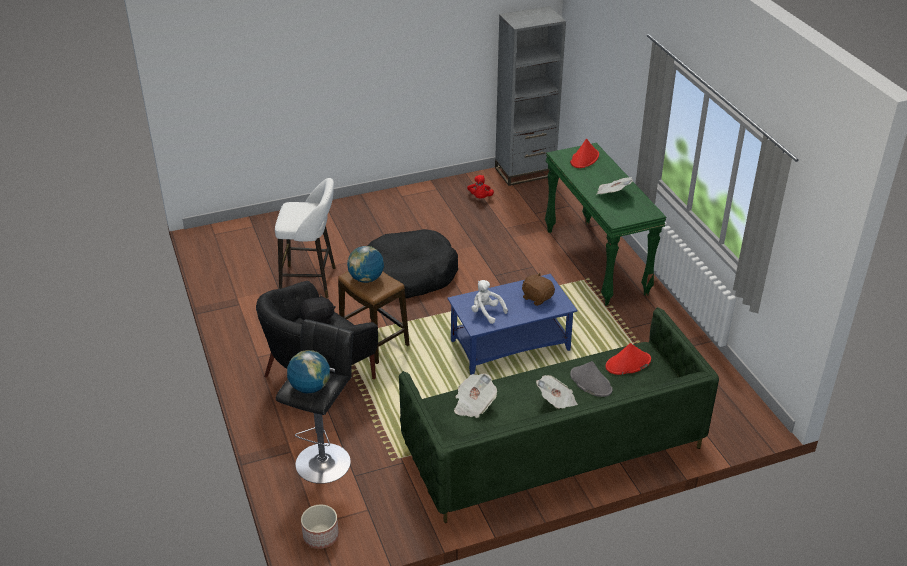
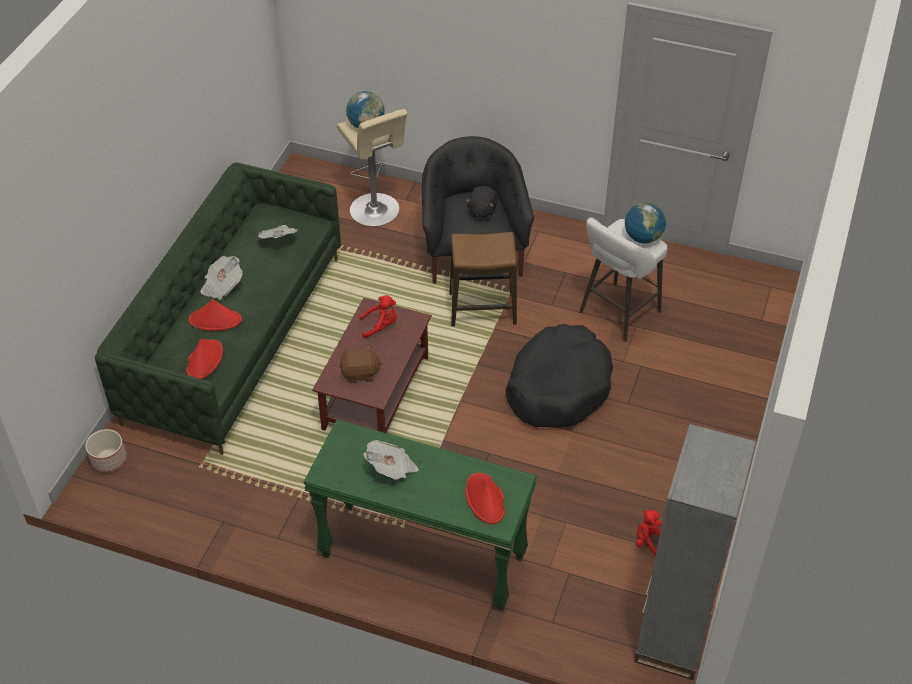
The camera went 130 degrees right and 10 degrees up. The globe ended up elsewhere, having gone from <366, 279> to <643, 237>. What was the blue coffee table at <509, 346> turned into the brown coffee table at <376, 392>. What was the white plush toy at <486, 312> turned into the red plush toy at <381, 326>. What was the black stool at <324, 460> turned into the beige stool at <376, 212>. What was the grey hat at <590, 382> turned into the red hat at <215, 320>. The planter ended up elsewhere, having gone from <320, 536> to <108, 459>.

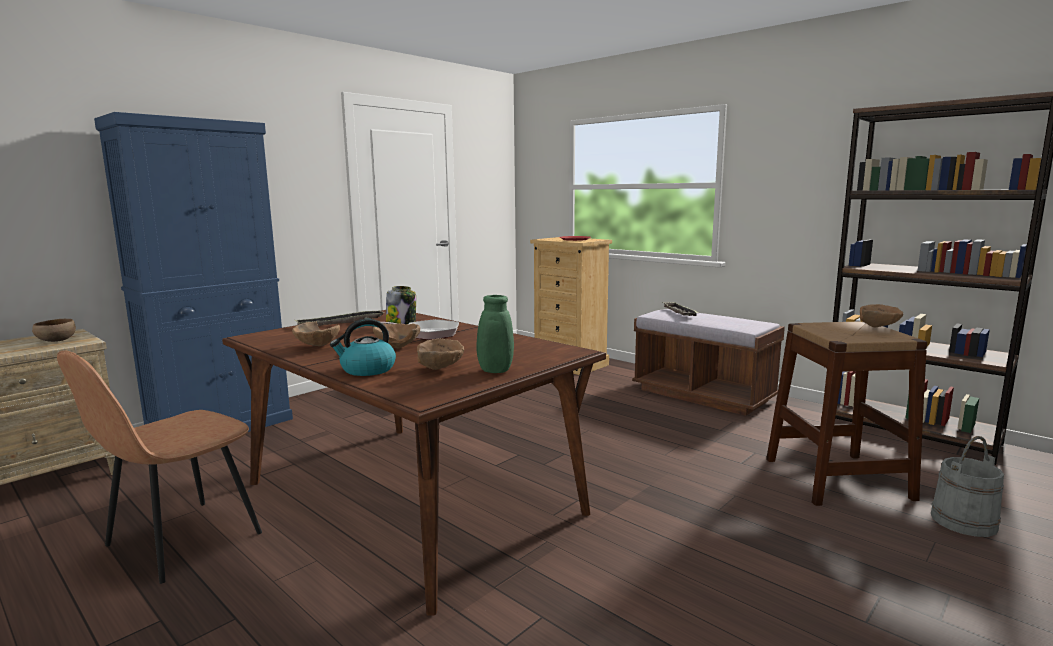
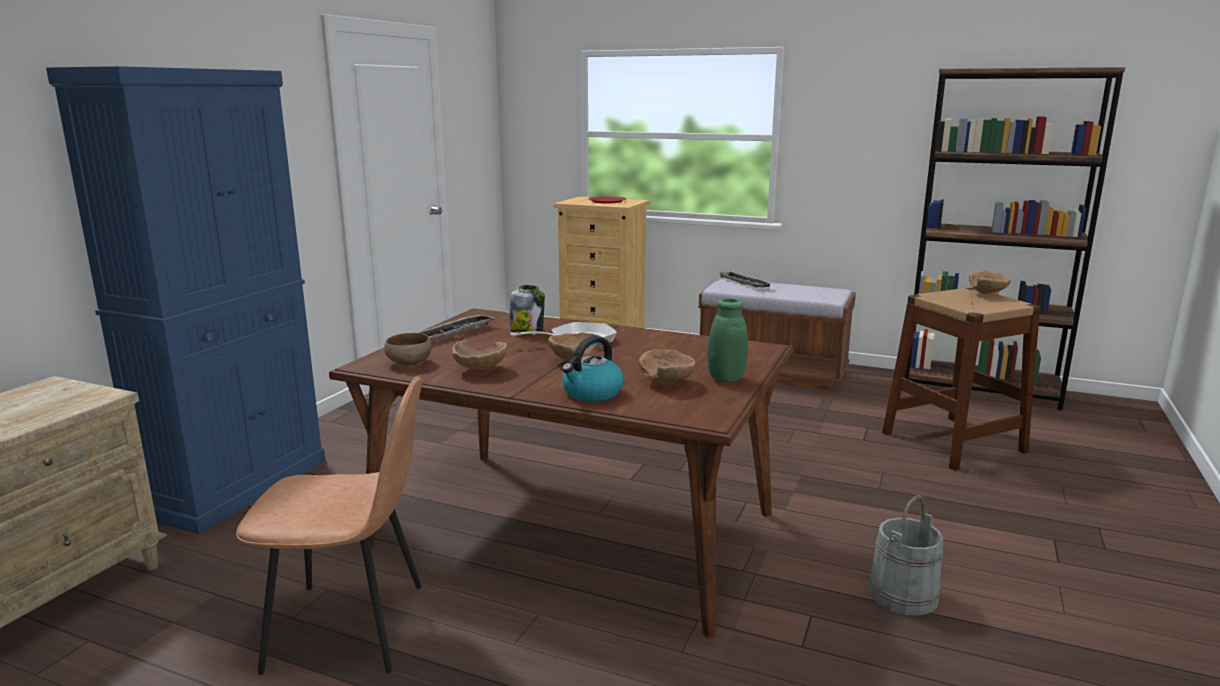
The camera went 20 degrees left and 5 degrees up. The brown bowl ended up elsewhere, having gone from <56, 341> to <409, 363>. The brown chair at <180, 541> ended up facing another way, 105 degrees counterclockwise from before. The grey bucket ended up elsewhere, having gone from <963, 521> to <902, 594>.

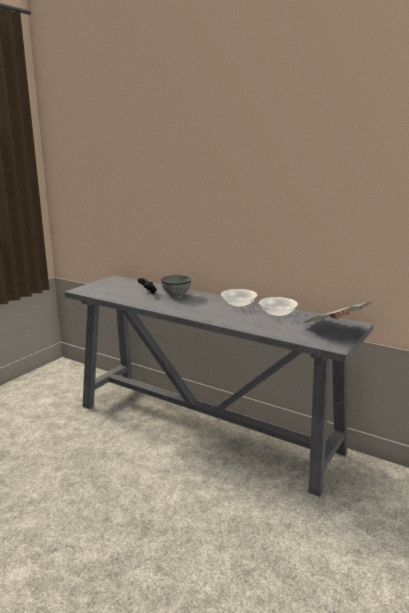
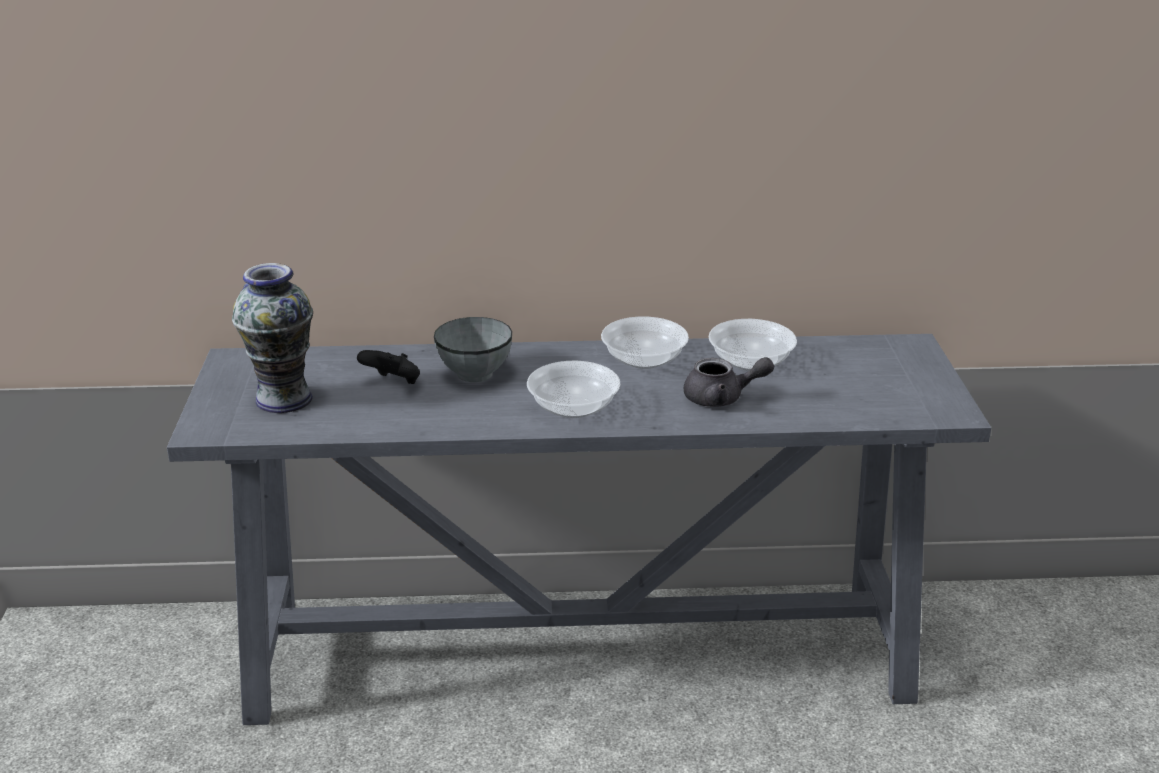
The camera went 35 degrees left and 10 degrees up. The second view lost the newspaper at <333, 330>. The second view gained the vase at <284, 399>. The second view gained the grey teapot at <722, 398>. The second view gained the bowl at <573, 407>.

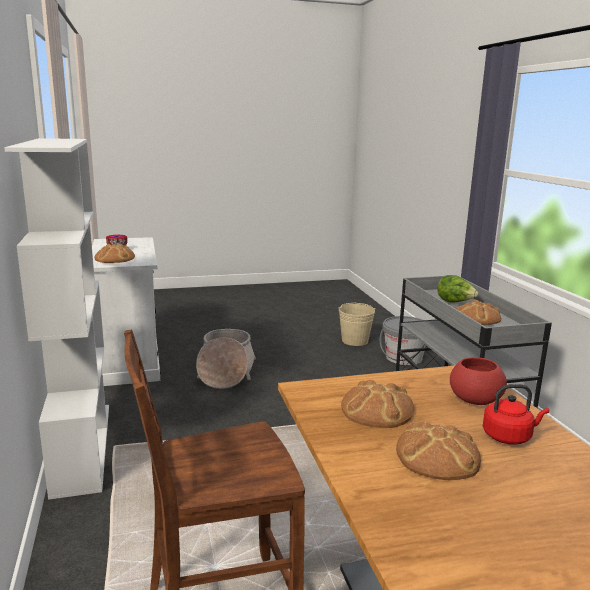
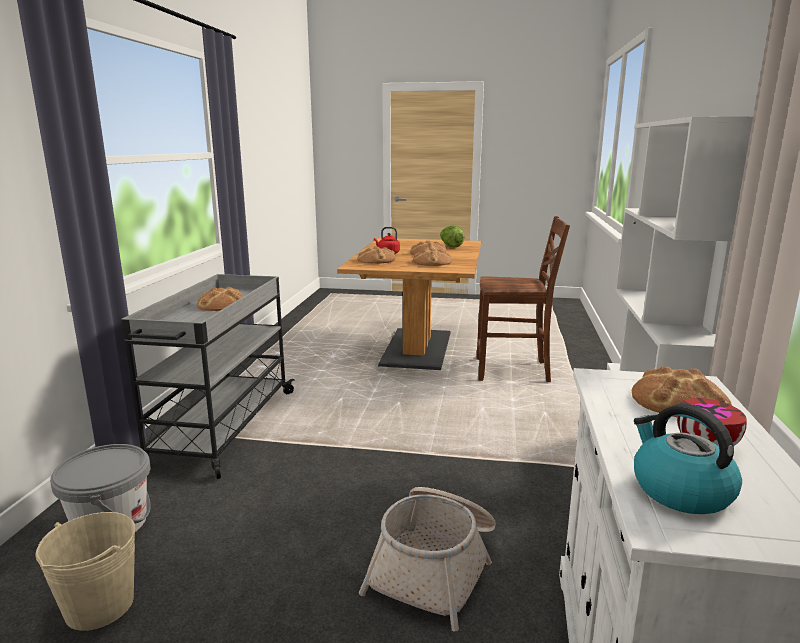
The camera went 155 degrees left and 0 degrees up. The lettuce ended up elsewhere, having gone from <455, 302> to <450, 246>. Where the red bowl stood at <474, 399>, the bread came to stand at <376, 260>. The second view gained the kettle at <679, 490>.

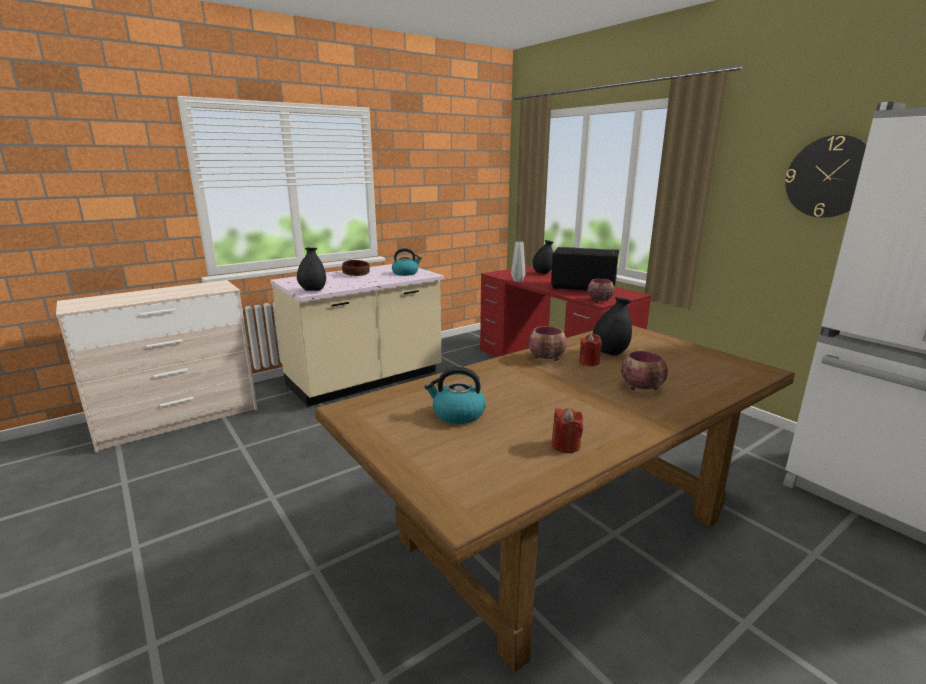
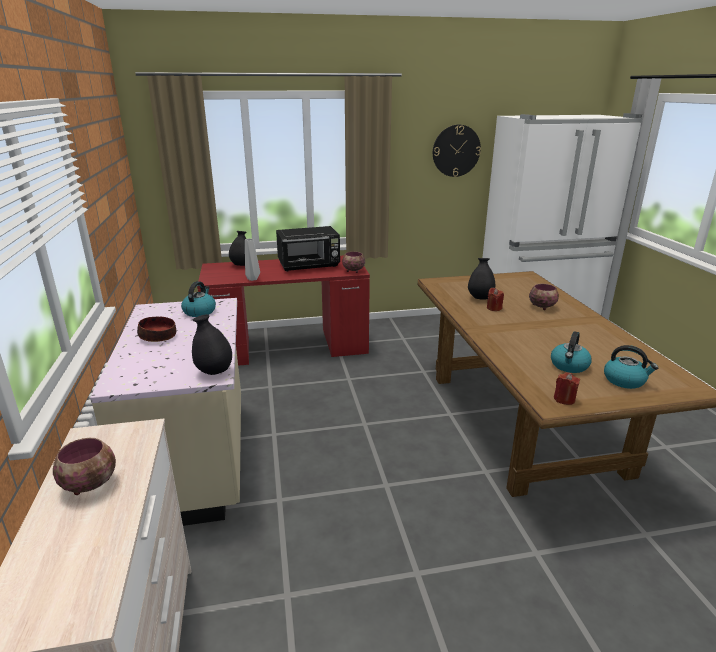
The camera went 65 degrees left and 5 degrees up. The black microwave at <582, 287> ended up facing another way, 150 degrees counterclockwise from before. The bowl ended up elsewhere, having gone from <547, 358> to <91, 484>. The red candle ended up elsewhere, having gone from <565, 445> to <564, 399>. The second view gained the kettle at <625, 380>.

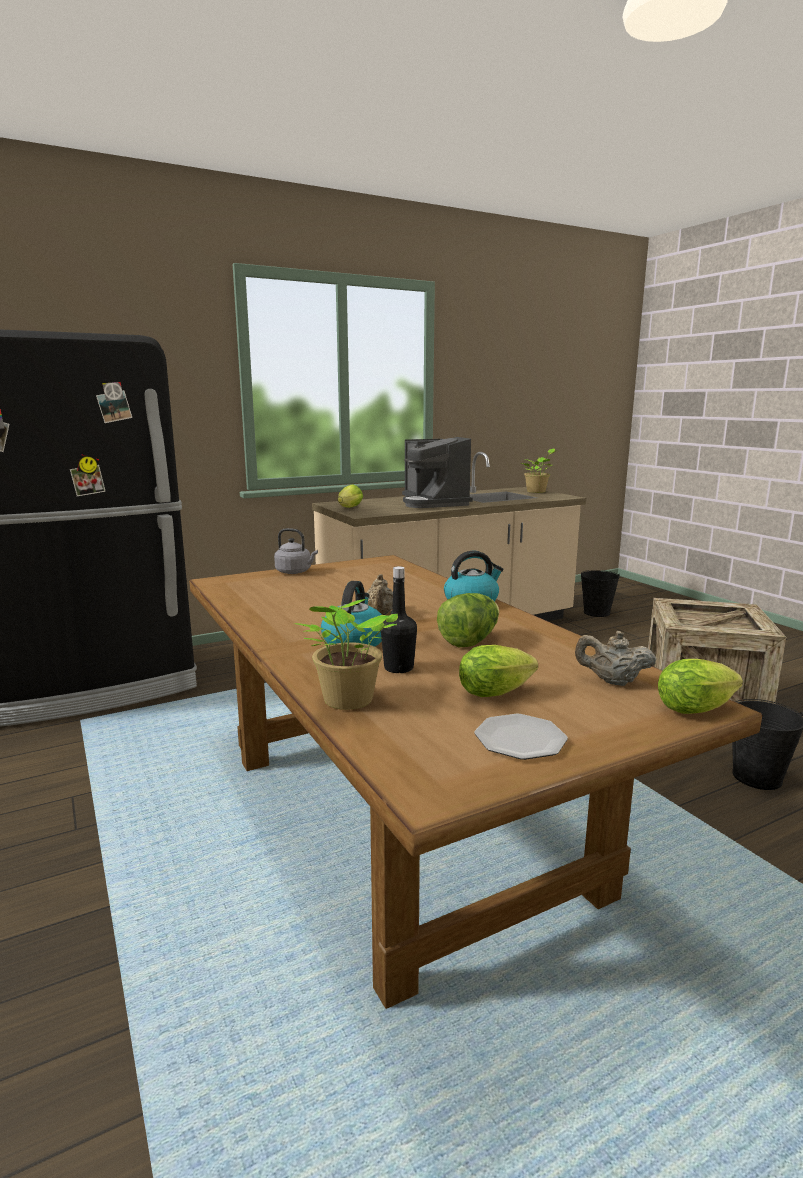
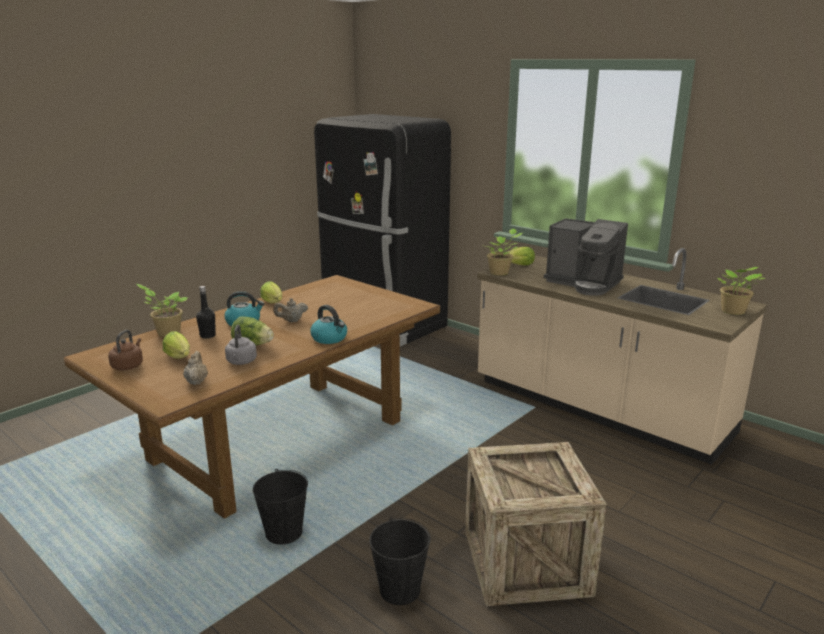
The camera went 70 degrees right and 5 degrees up. The coffee machine at <434, 503> ended up facing another way, 105 degrees counterclockwise from before. The grey kettle ended up elsewhere, having gone from <295, 572> to <241, 362>. The black bucket ended up elsewhere, having gone from <596, 613> to <283, 533>. The lettuce ended up elsewhere, having gone from <698, 709> to <273, 303>. Where the plate stood at <519, 740>, the brown kettle came to stand at <128, 366>. The second view gained the potted plant at <500, 273>.

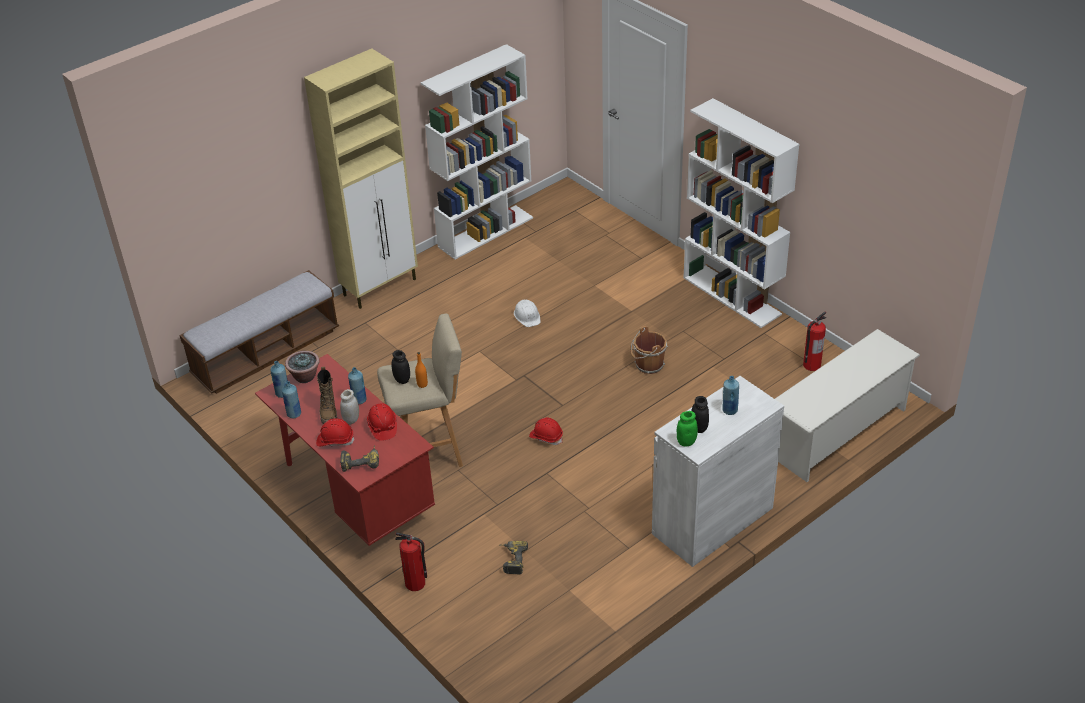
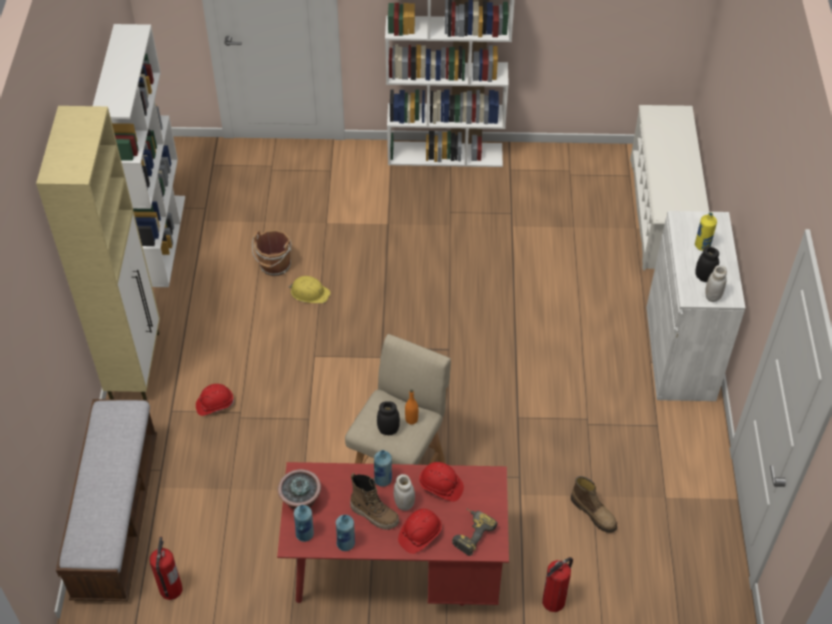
The camera went 50 degrees left and 10 degrees up. What was the white hard hat at <527, 316> turned into the yellow hard hat at <309, 292>. The fire extinguisher ended up elsewhere, having gone from <811, 365> to <171, 590>. The brown bucket ended up elsewhere, having gone from <648, 365> to <275, 266>. What was the blue bottle at <729, 410> turned into the yellow bottle at <702, 245>. What was the green jar at <686, 442> turned into the white jar at <712, 296>. The red hard hat ended up elsewhere, having gone from <546, 437> to <215, 404>. Where the power drill stood at <511, 560>, the boot came to stand at <594, 513>.

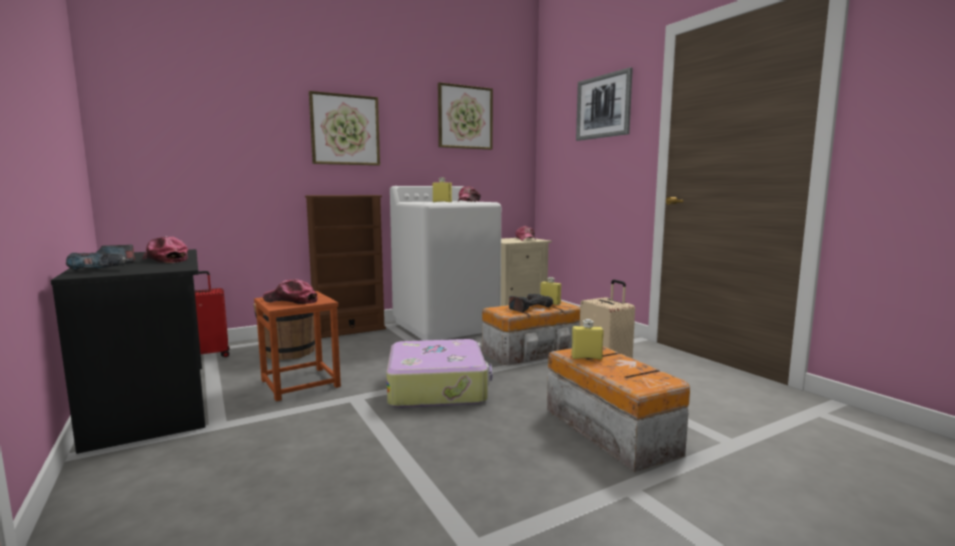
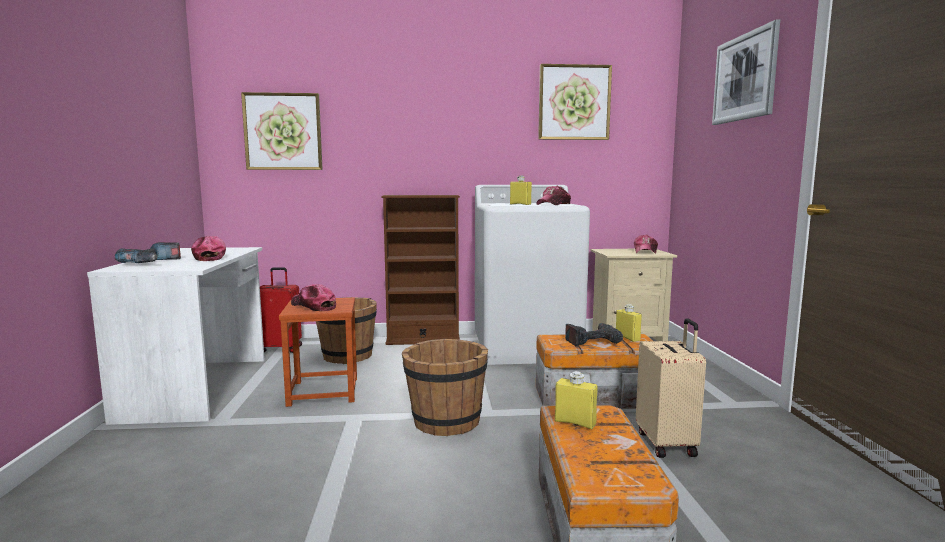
The camera went 25 degrees right and 0 degrees up. The picture ended up elsewhere, having gone from <345, 130> to <283, 132>. What was the black desk at <154, 401> turned into the white desk at <199, 387>. Where the suitcase stood at <438, 387>, the brown bucket came to stand at <445, 422>.

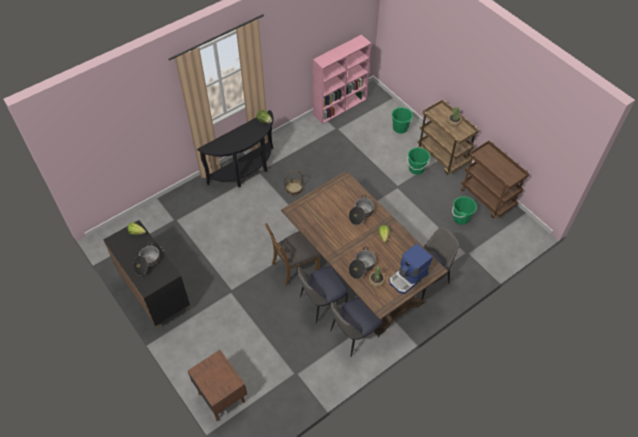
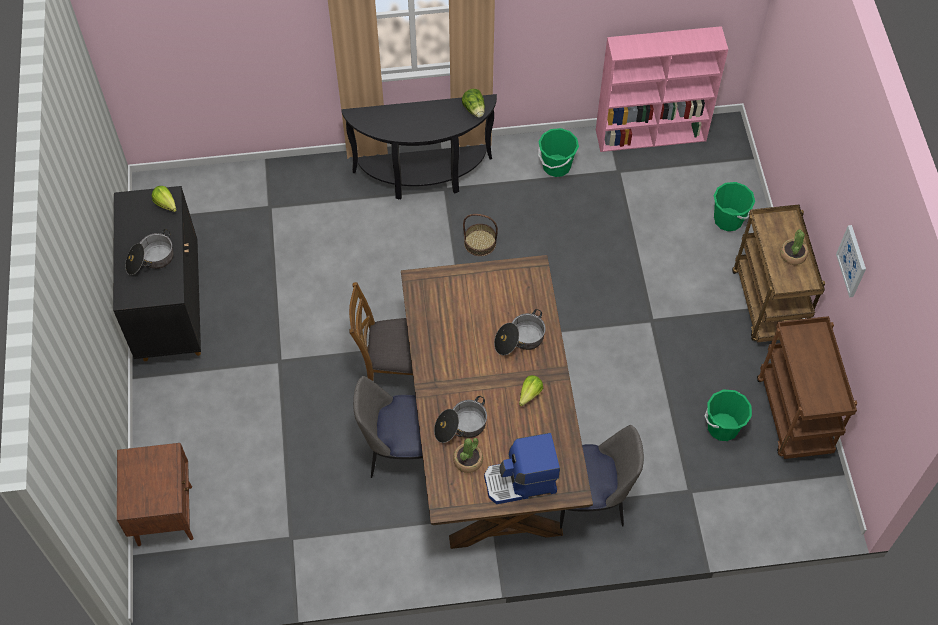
The camera went 30 degrees right and 5 degrees up. The green bucket ended up elsewhere, having gone from <416, 169> to <556, 166>. The second view lost the chair at <353, 335>. The second view gained the picture at <852, 261>.

